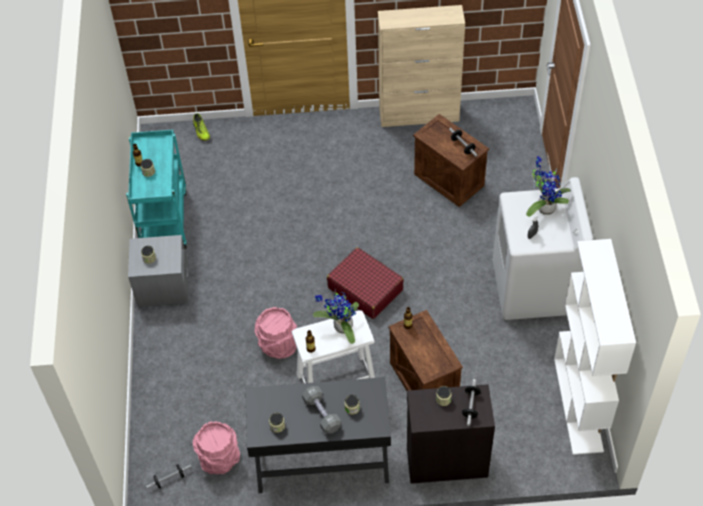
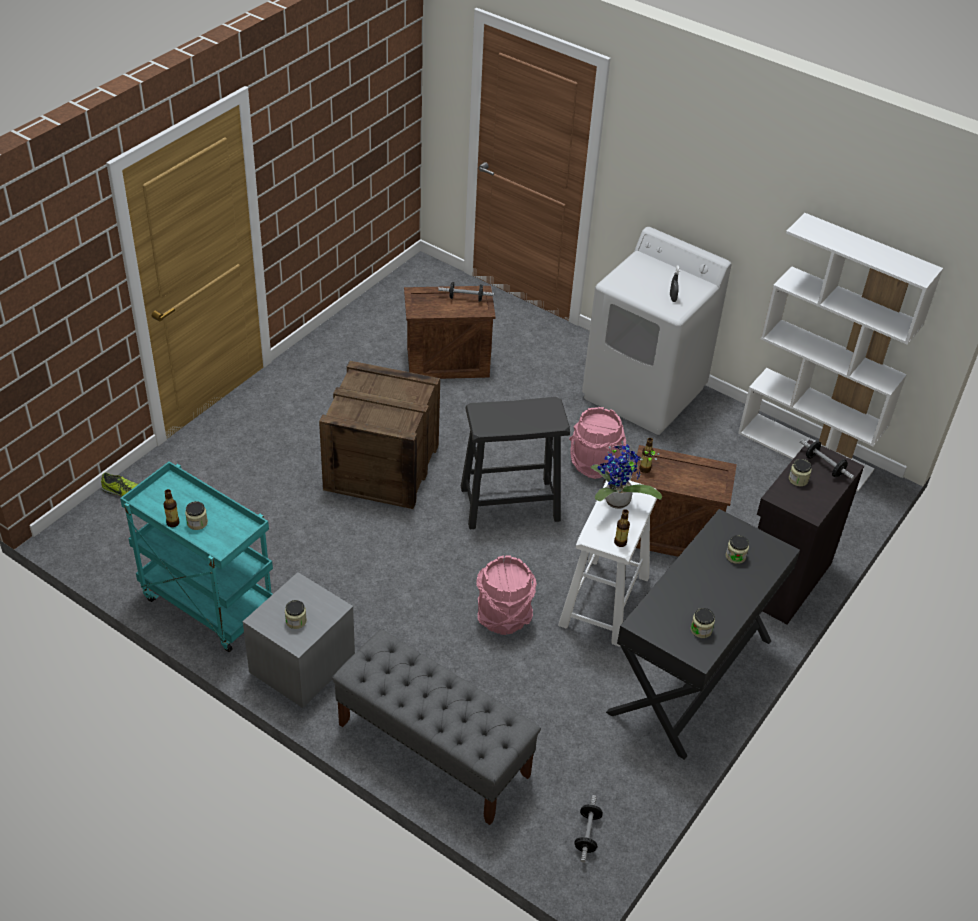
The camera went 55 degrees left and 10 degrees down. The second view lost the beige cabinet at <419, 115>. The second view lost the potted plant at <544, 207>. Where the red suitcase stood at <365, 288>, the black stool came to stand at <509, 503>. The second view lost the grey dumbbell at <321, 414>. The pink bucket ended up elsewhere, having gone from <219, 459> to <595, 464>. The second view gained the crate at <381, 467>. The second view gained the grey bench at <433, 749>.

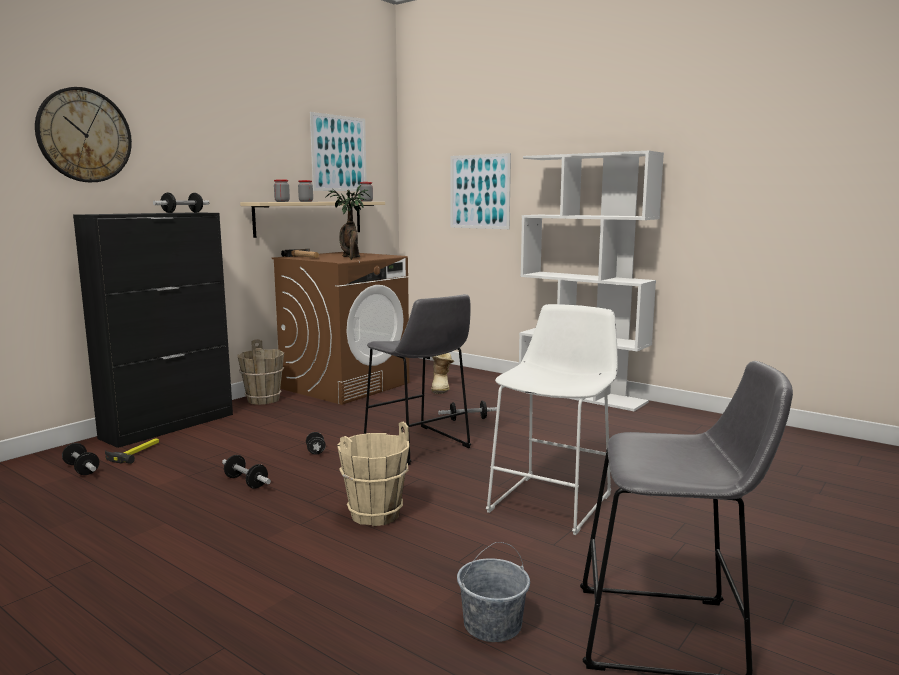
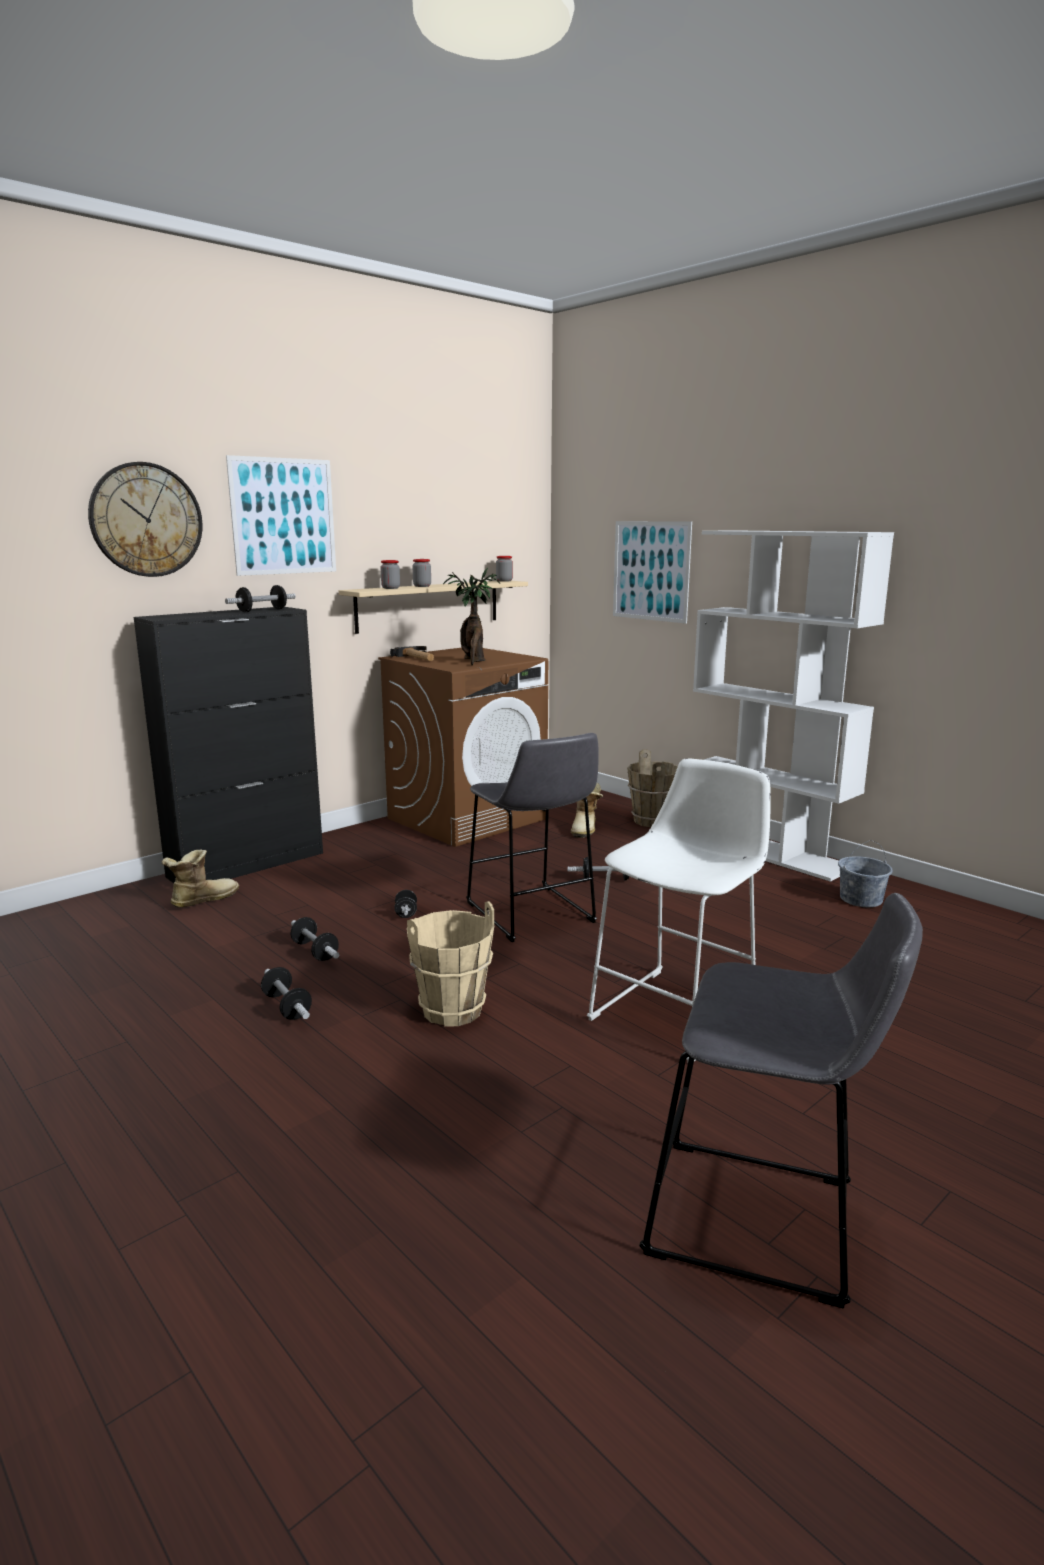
The camera went 10 degrees right and 5 degrees up. The picture ended up elsewhere, having gone from <339, 153> to <283, 516>. The brown bucket ended up elsewhere, having gone from <263, 400> to <652, 821>. Where the hammer stood at <135, 453>, the boot came to stand at <202, 900>. The dumbbell ended up elsewhere, having gone from <81, 469> to <287, 1007>. The grey bucket ended up elsewhere, having gone from <493, 624> to <861, 899>.

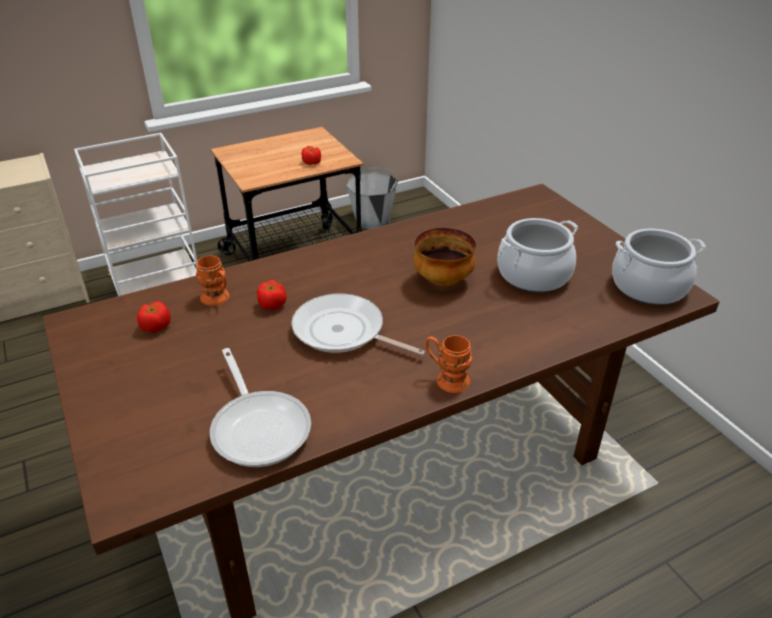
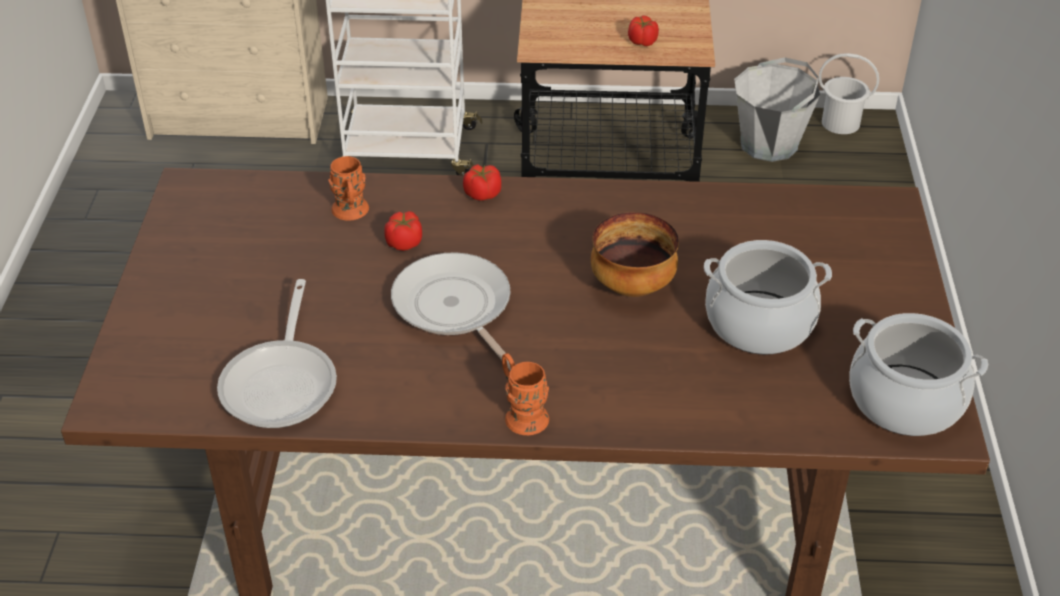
The camera went 30 degrees right and 5 degrees up. The tomato ended up elsewhere, having gone from <156, 327> to <482, 194>. The second view gained the white bucket at <840, 123>.

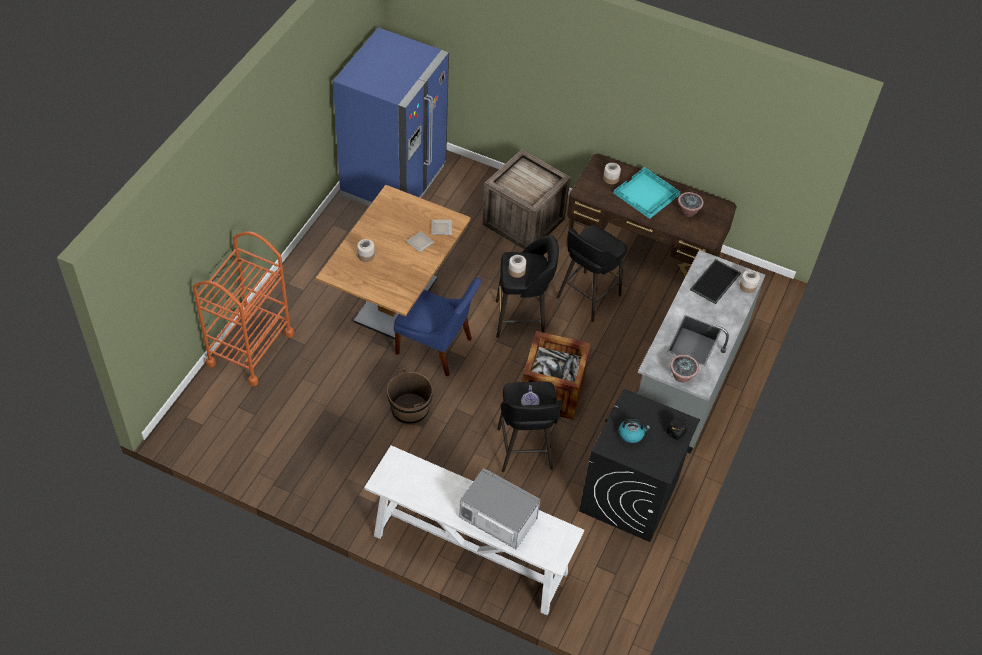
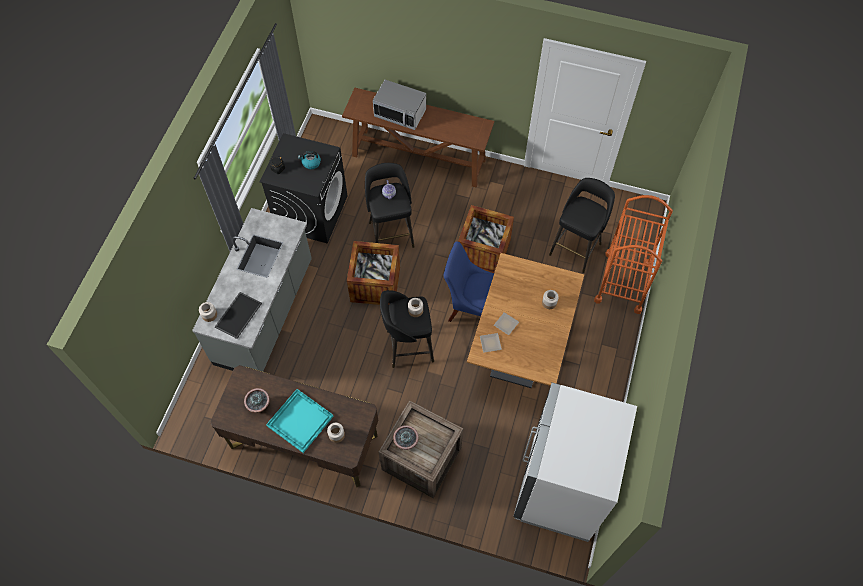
The camera went 175 degrees right and 10 degrees up. What was the blue fridge at <394, 181> turned into the white fridge at <559, 488>. The black stool ended up elsewhere, having gone from <587, 297> to <576, 248>. The potted plant ended up elsewhere, having gone from <681, 376> to <406, 442>. Where the brown bucket stood at <409, 409>, the crate came to stand at <483, 251>. What was the white console table at <469, 554> turned into the brown console table at <419, 158>.

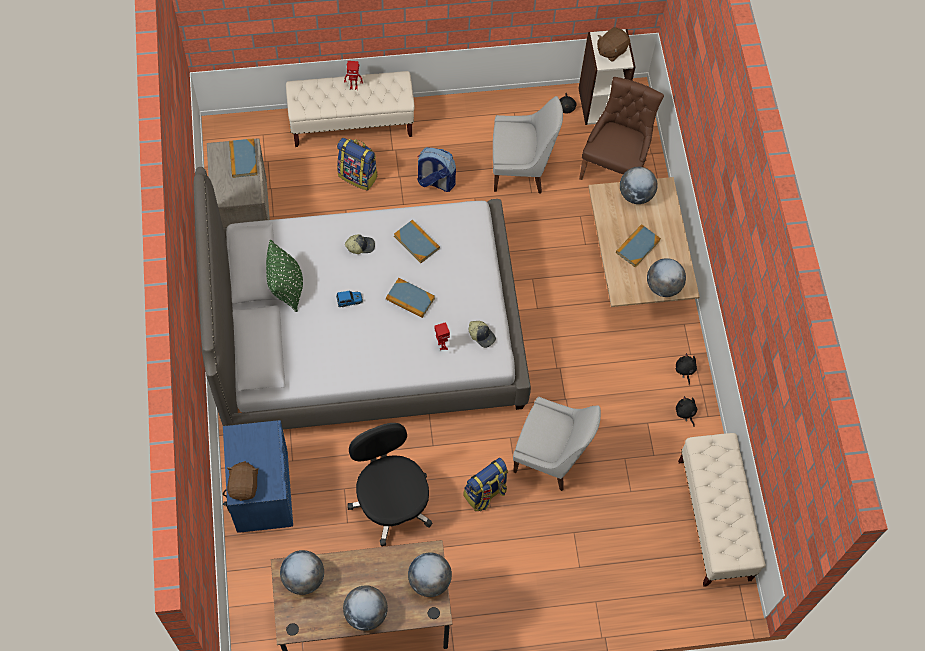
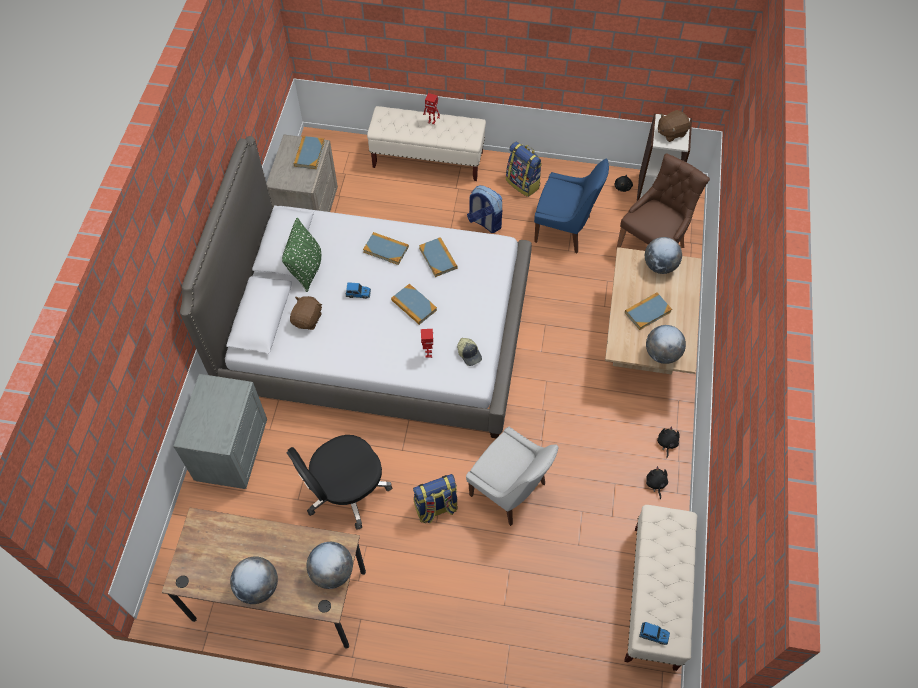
The camera went 20 degrees right and 5 degrees down. What was the white chair at <521, 170> turned into the blue chair at <565, 229>. The backpack ended up elsewhere, having gone from <358, 175> to <523, 183>. Where the cap stood at <360, 246>, the book came to stand at <386, 249>. What was the blue nightstand at <261, 493> turned into the grey nightstand at <231, 451>. The black office chair at <391, 501> ended up facing another way, 120 degrees counterclockwise from before. The brown plush toy ended up elsewhere, having gone from <244, 486> to <308, 319>. The second view lost the globe at <303, 578>. The second view gained the toy car at <654, 635>.

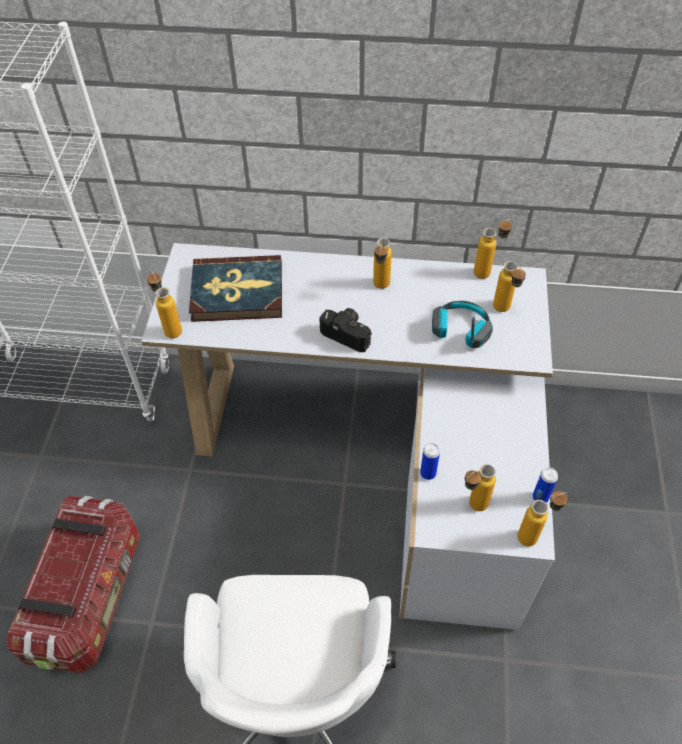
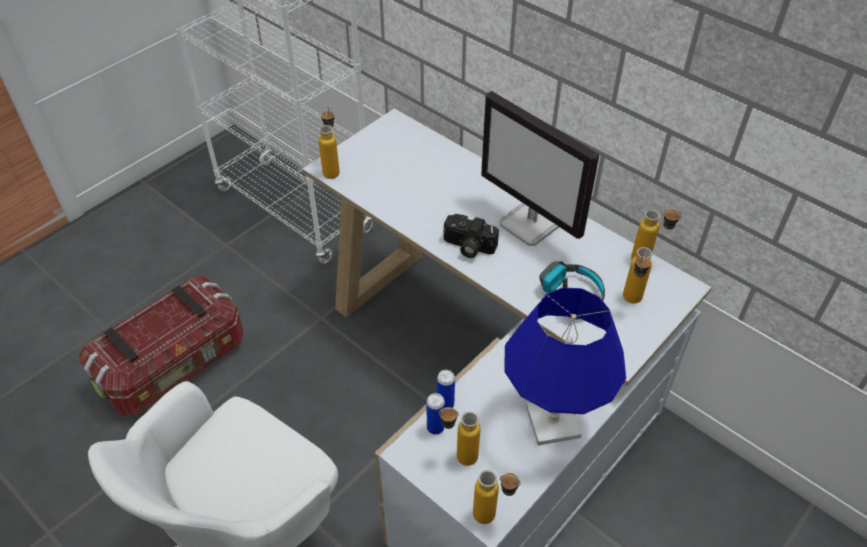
The camera went 35 degrees right and 5 degrees down. Where the bottle stood at <380, 288>, the monitor came to stand at <531, 225>. The second view lost the book at <237, 292>. The photo camera at <348, 334> ended up facing another way, 135 degrees clockwise from before. The can ended up elsewhere, having gone from <540, 497> to <435, 428>. The second view gained the blue table lamp at <552, 422>.

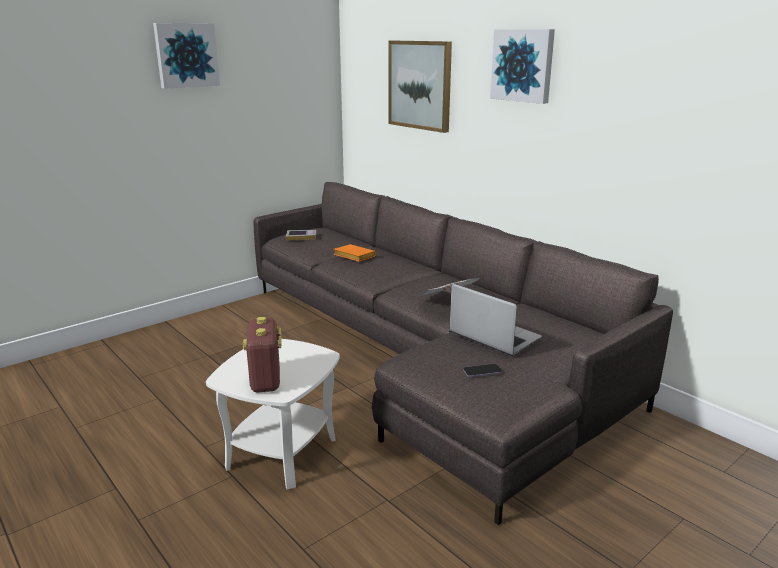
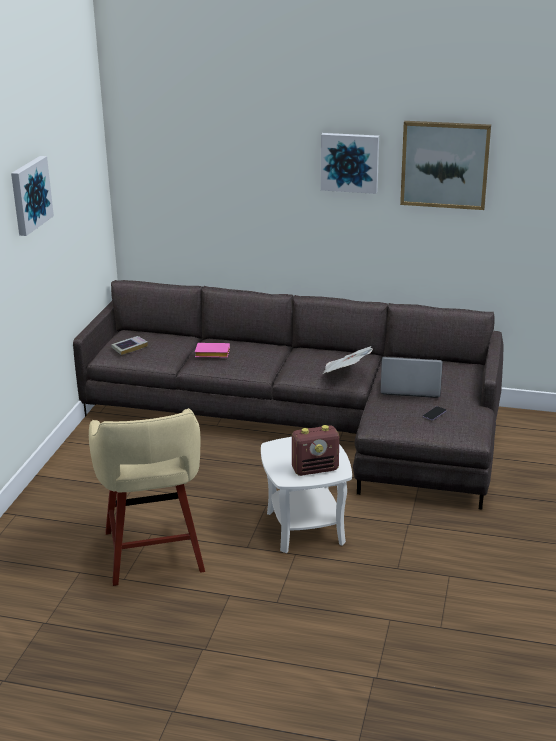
The camera went 35 degrees left and 5 degrees up. The picture ended up elsewhere, having gone from <420, 85> to <445, 164>. What was the orange book at <353, 256> turned into the pink book at <211, 354>. The radio at <266, 380> ended up facing another way, 60 degrees counterclockwise from before. The second view gained the beige stool at <154, 554>.

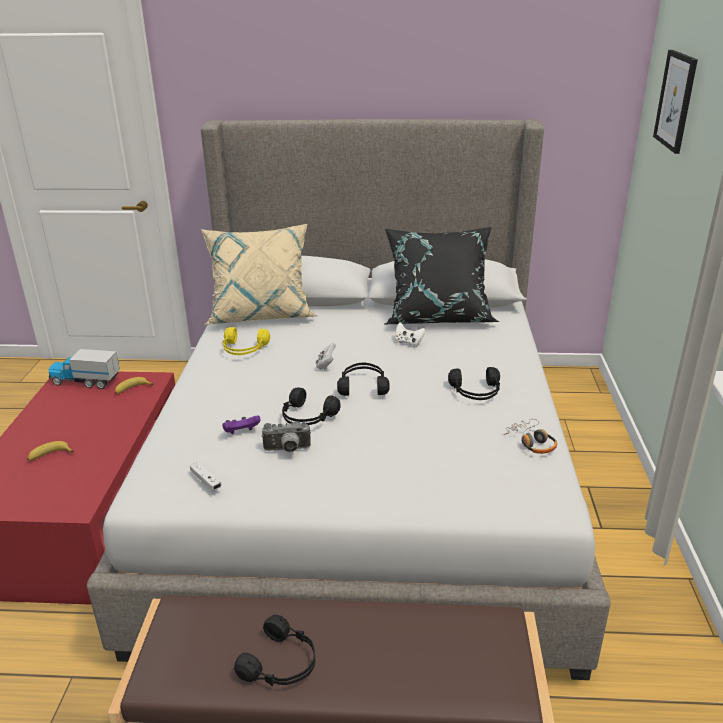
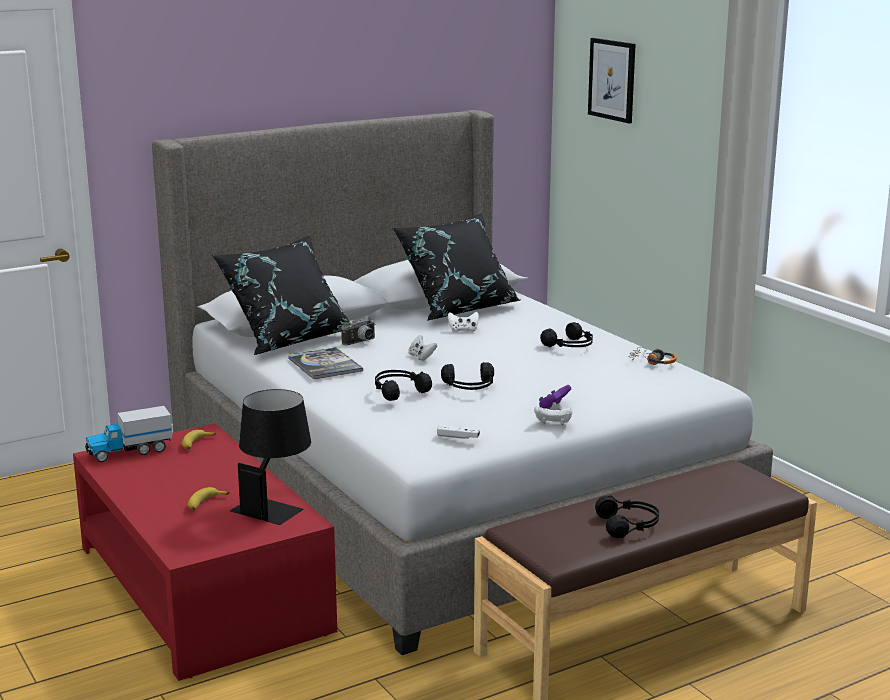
The camera went 35 degrees left and 10 degrees down. What was the beige pillow at <261, 313> turned into the black pillow at <287, 339>. Where the yellow headphones stood at <244, 350>, the book came to stand at <325, 365>. The black headphones ended up elsewhere, having gone from <363, 386> to <398, 391>. The purple game controller ended up elsewhere, having gone from <241, 432> to <553, 407>. The photo camera ended up elsewhere, having gone from <287, 450> to <361, 342>. The second view gained the black table lamp at <274, 504>. The second view gained the white game controller at <553, 424>.

